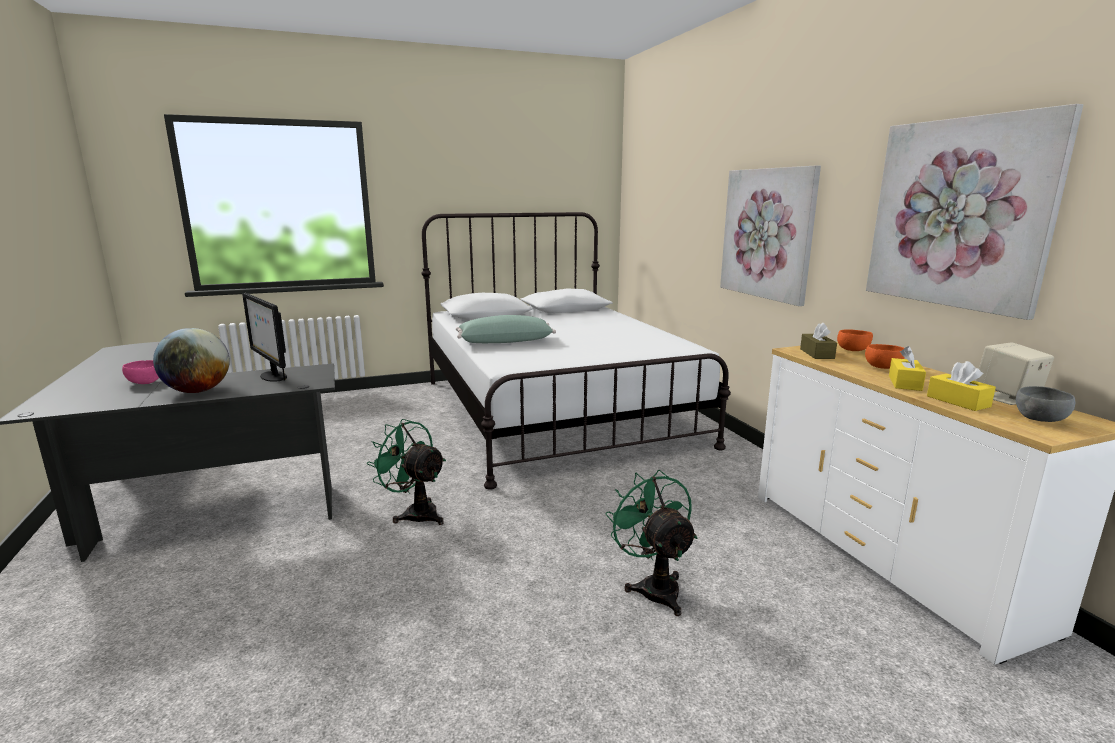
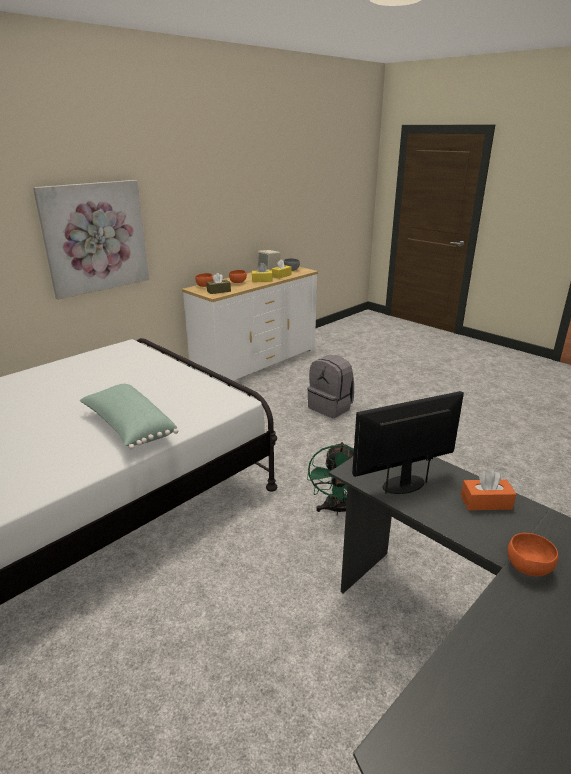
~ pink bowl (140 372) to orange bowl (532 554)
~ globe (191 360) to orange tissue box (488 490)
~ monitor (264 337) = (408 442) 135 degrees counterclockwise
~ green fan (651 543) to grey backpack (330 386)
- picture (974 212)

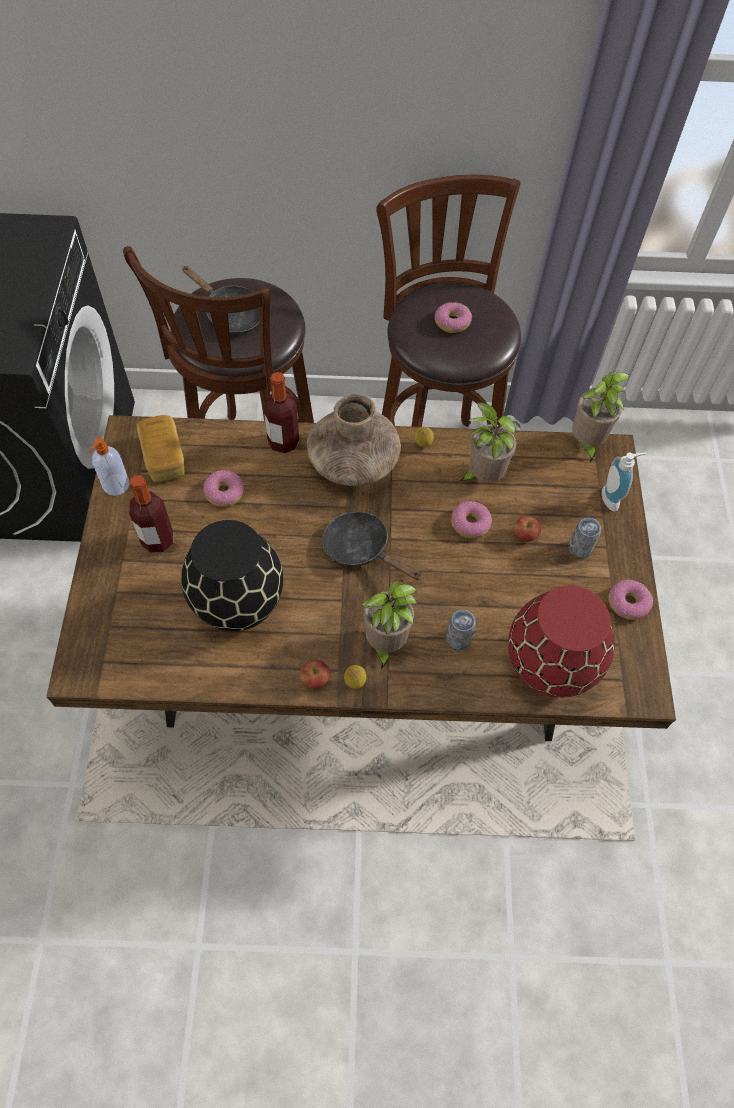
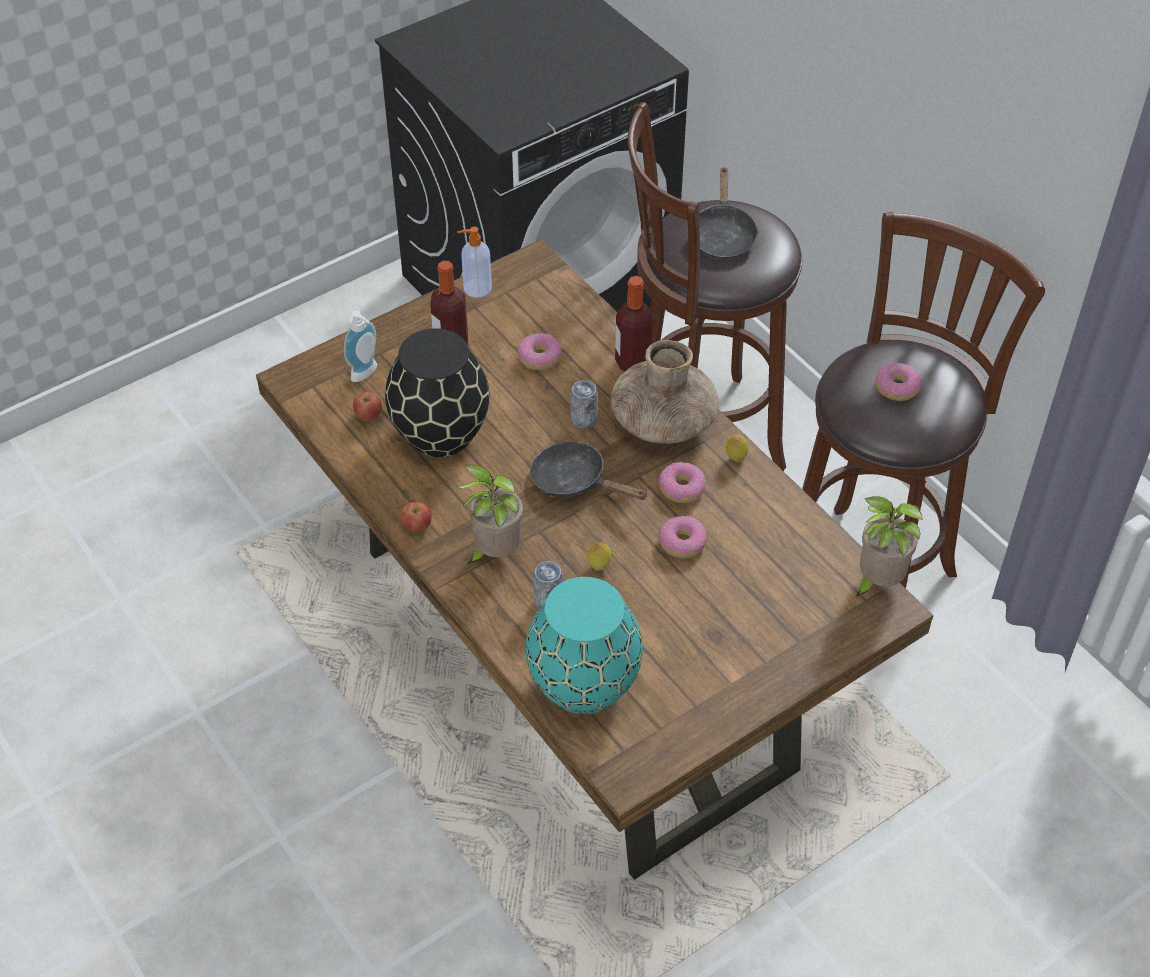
- bread (161 448)
~ black frying pan (371 545) = (589 470) 60 degrees counterclockwise
~ lemon (355 677) to (599 556)
- potted plant (490 442)
~ red vase (561 642) to turquoise vase (584 645)
~ apple (527 529) to (367 406)
~ can (584 538) to (584 404)
~ soap dispenser (624 482) to (360 346)
~ donut (630 600) to (682 482)

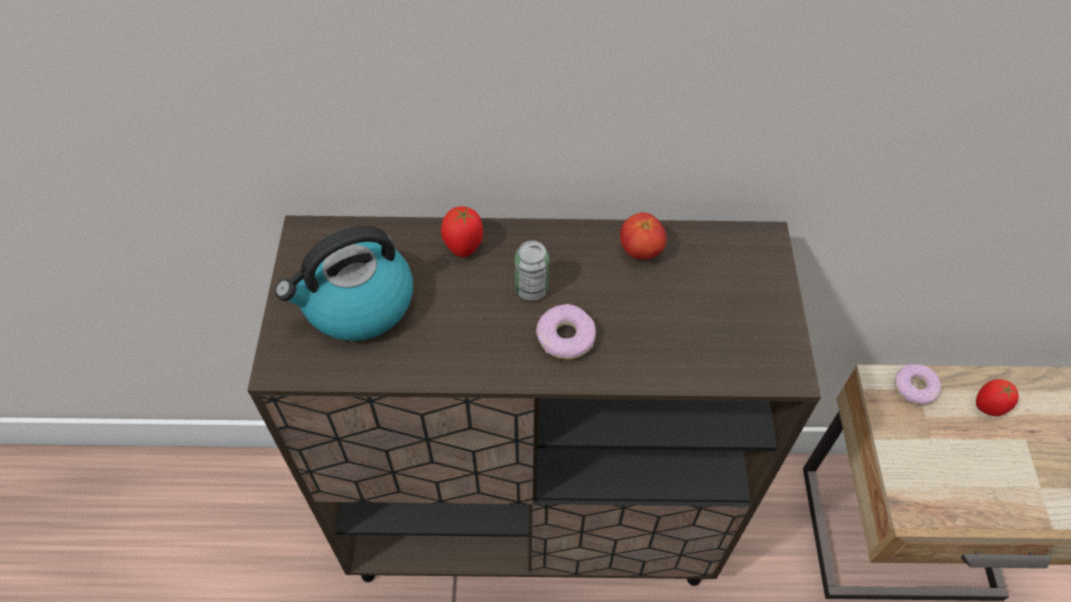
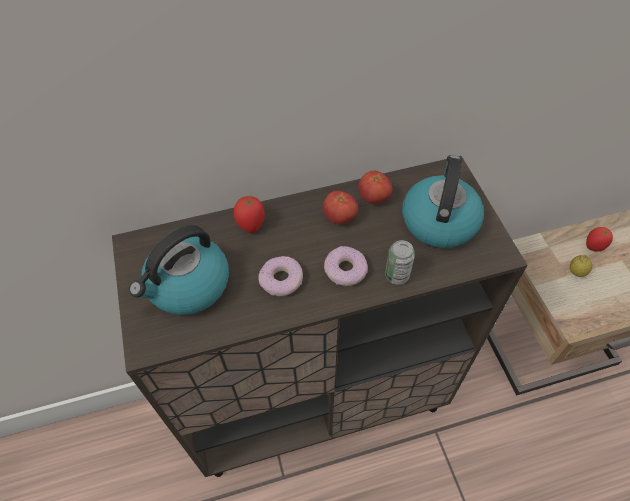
~ can (532 271) to (400 262)
~ donut (917 384) to (280 276)
+ tomato (340 207)
+ kettle (443 201)
+ lemon (581 266)

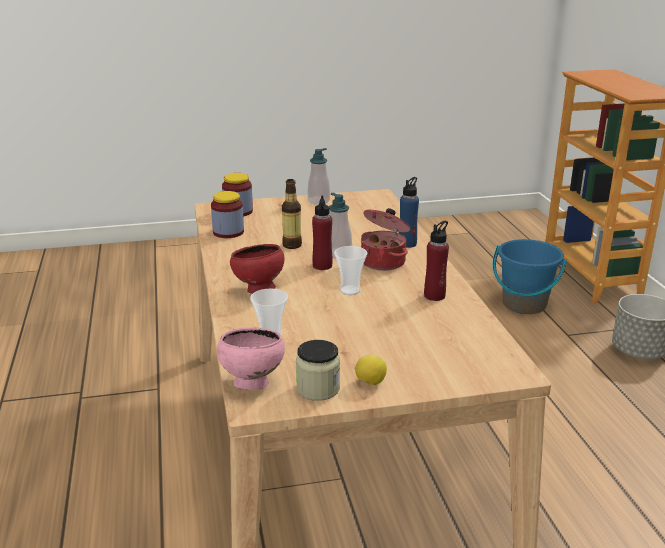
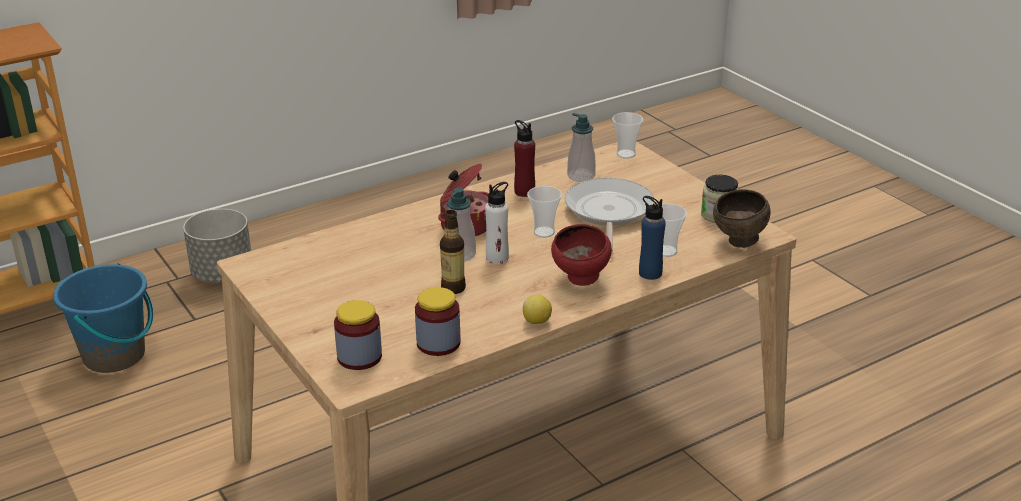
~ pink bowl (251 358) to brown bowl (741 218)
~ soap dispenser (319 176) to (581 147)
~ red bottle (322 233) to white bottle (497 223)
~ lemon (371 370) to (537 309)
~ blue bottle (409 212) to (652 238)
+ frying pan (609 214)
+ cup (627 135)

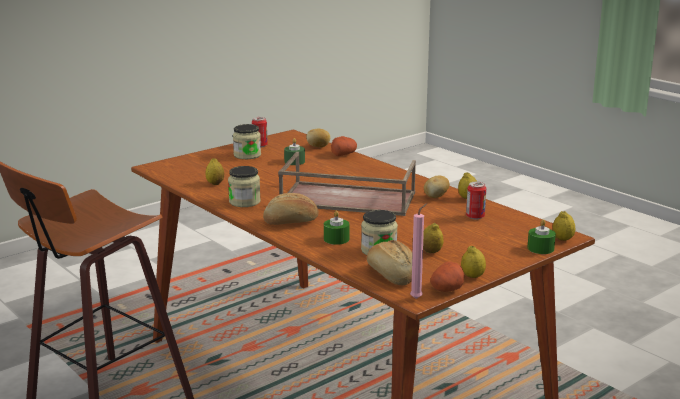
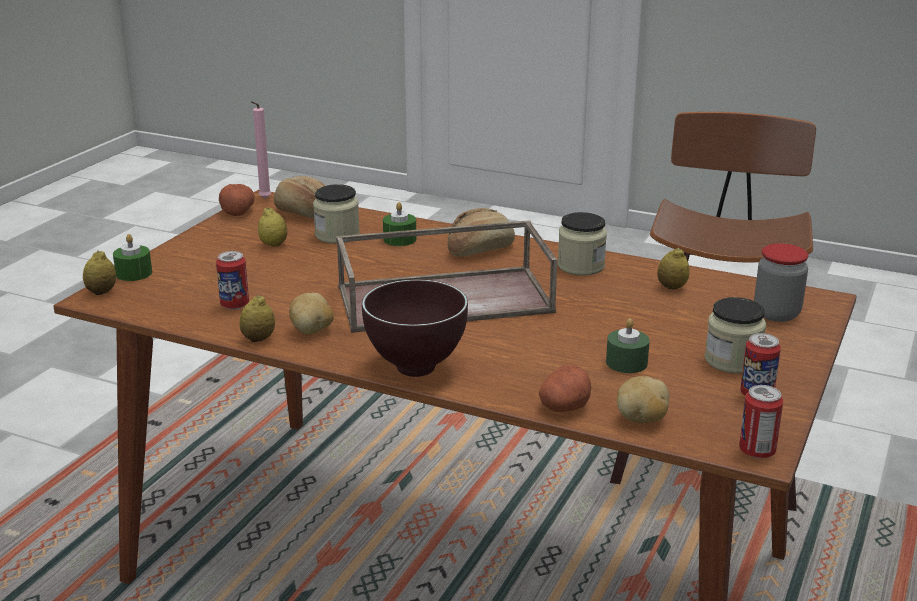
- lemon (473 262)
+ brown bowl (415 328)
+ can (761 421)
+ jar (781 282)

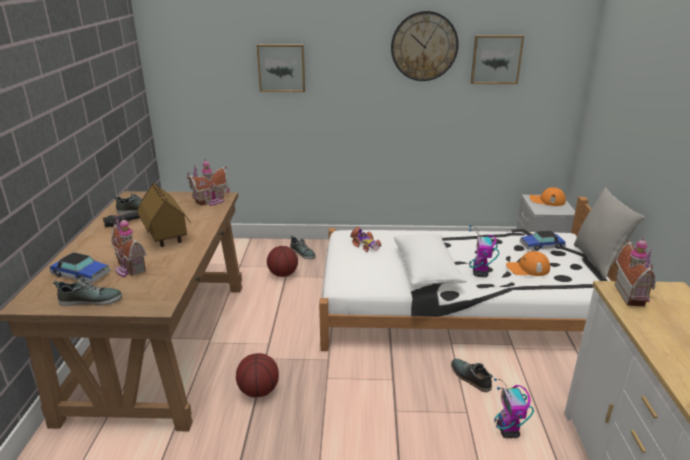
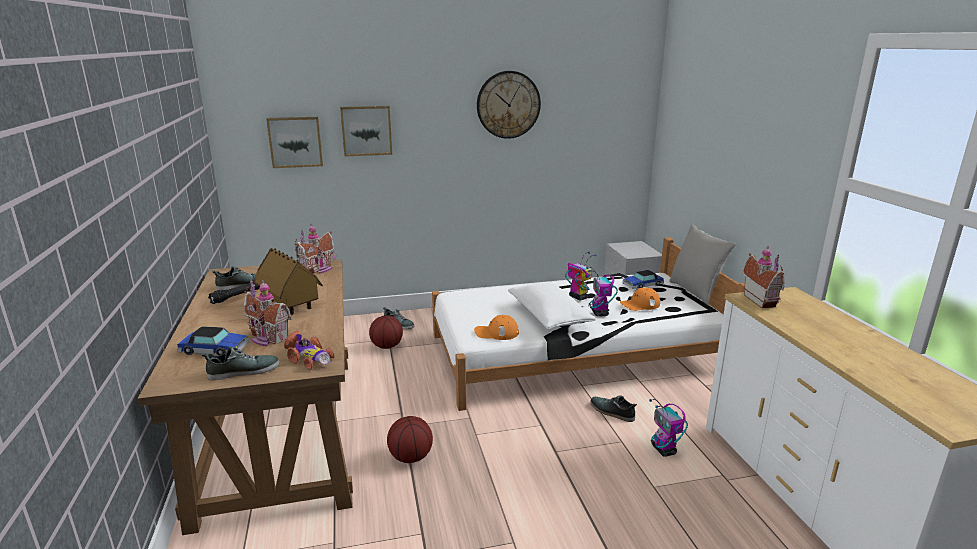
~ toy car (365 239) to (309 350)
~ picture (497 59) to (294 142)
~ orange cap (547 196) to (496 327)
+ toy robot (580 276)

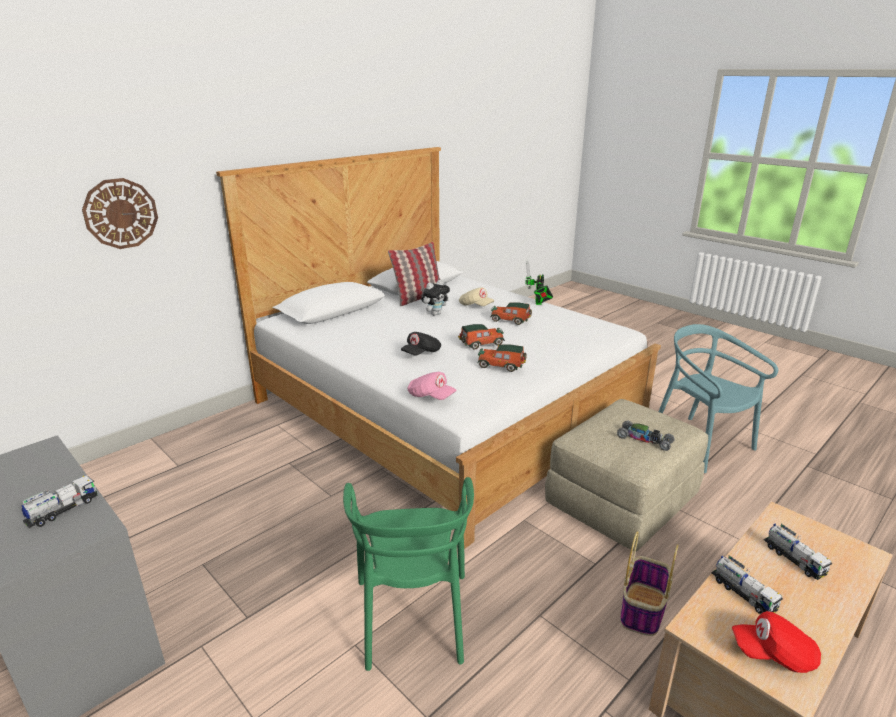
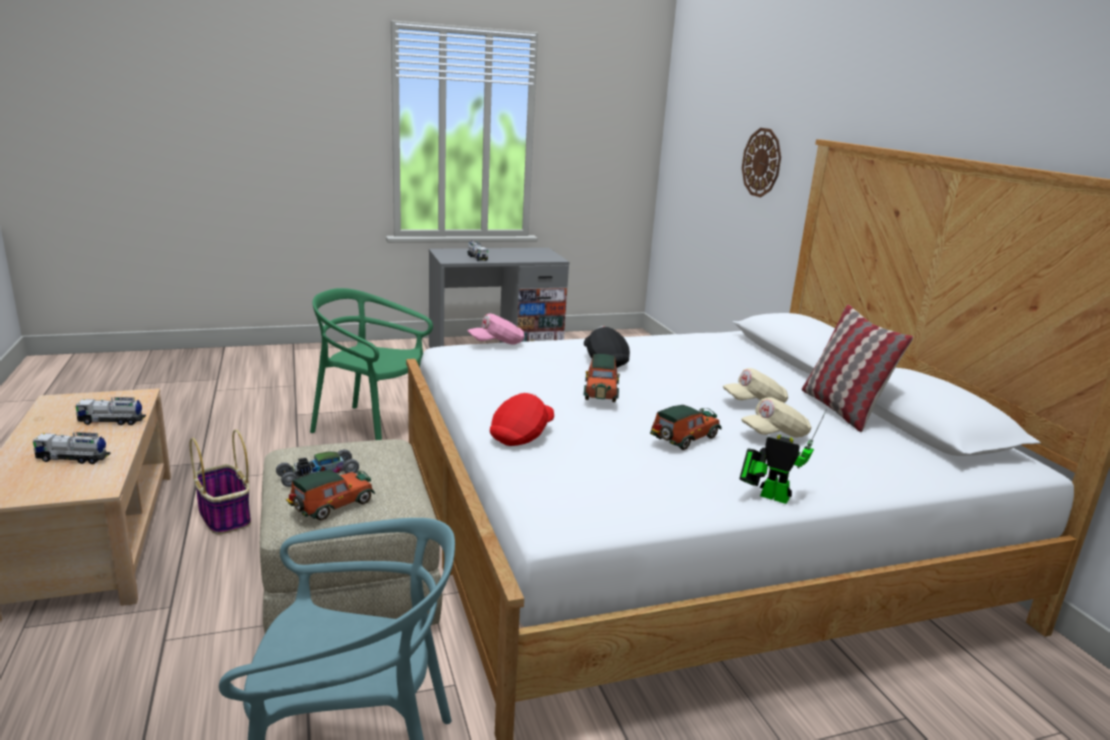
~ plush toy (435 298) to beige cap (755 385)
~ toy car (502 358) to (330 494)
~ red cap (776 642) to (522 419)

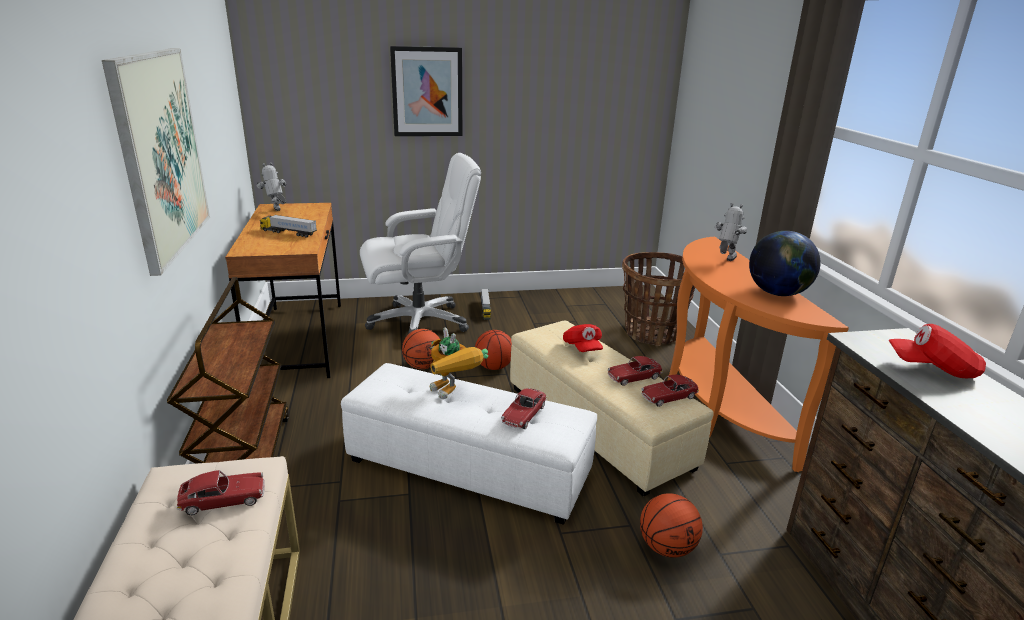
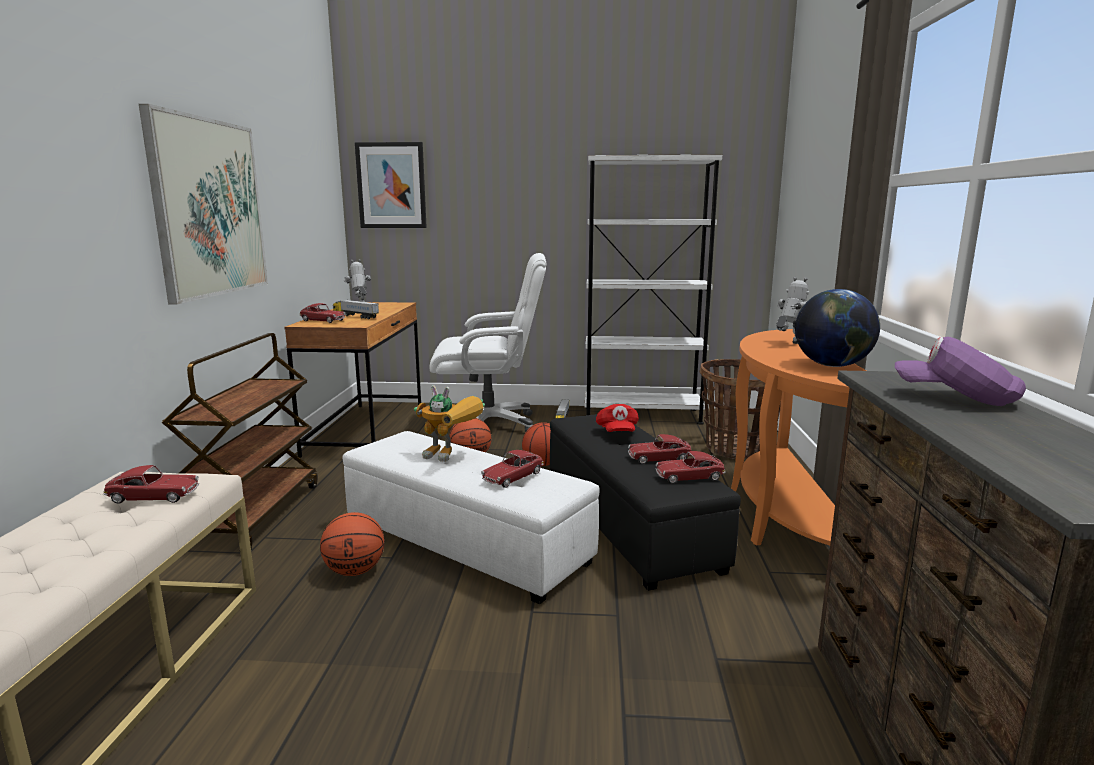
~ picture (426 91) to (391 185)
~ toy robot (459 363) = (449 423) 45 degrees counterclockwise
~ beige ottoman (612 408) to black ottoman (645 502)
~ basketball (671 525) to (352 544)
~ red cap (937 351) to purple cap (960 371)
+ toy car (323 313)
+ white bookcase (653 289)

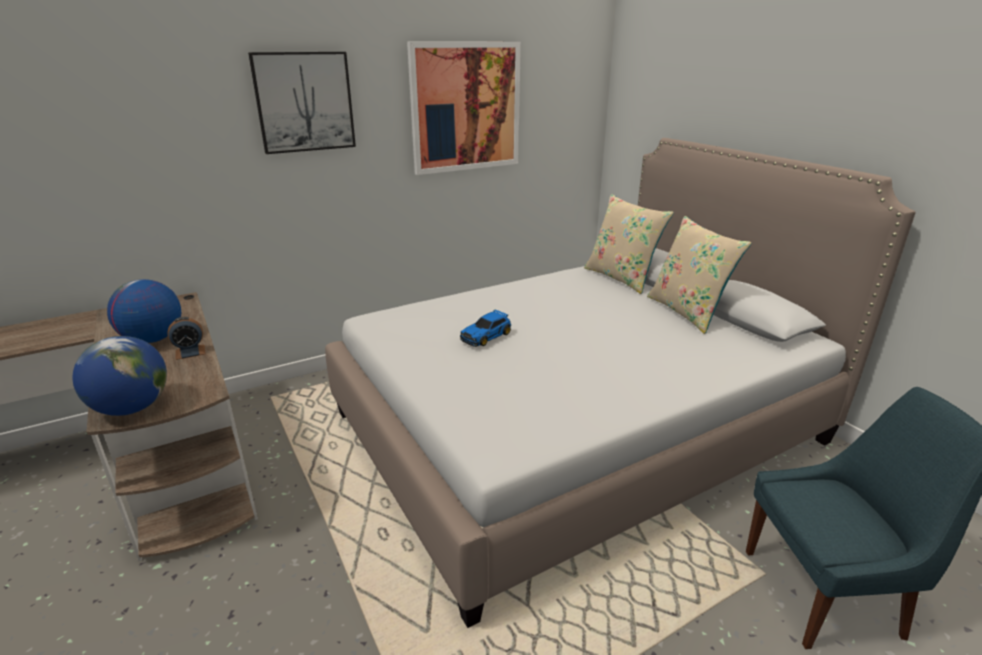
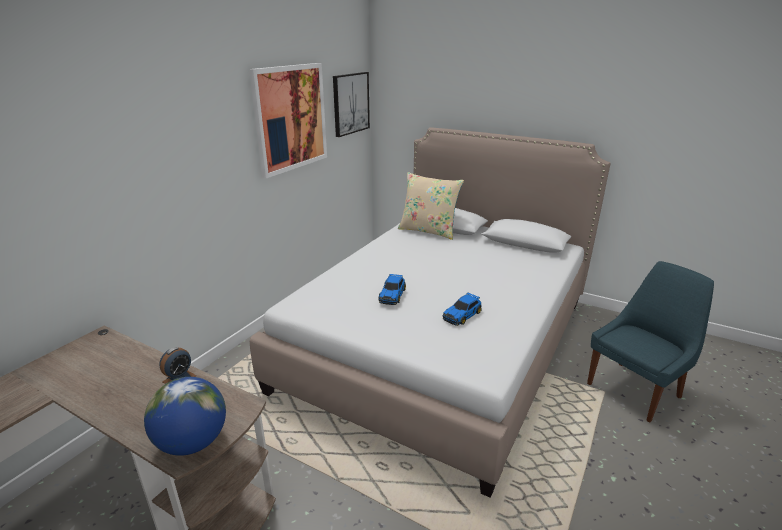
- globe (144 311)
~ picture (302 103) to (351 104)
- beige pillow (699 275)
+ toy car (462 309)

